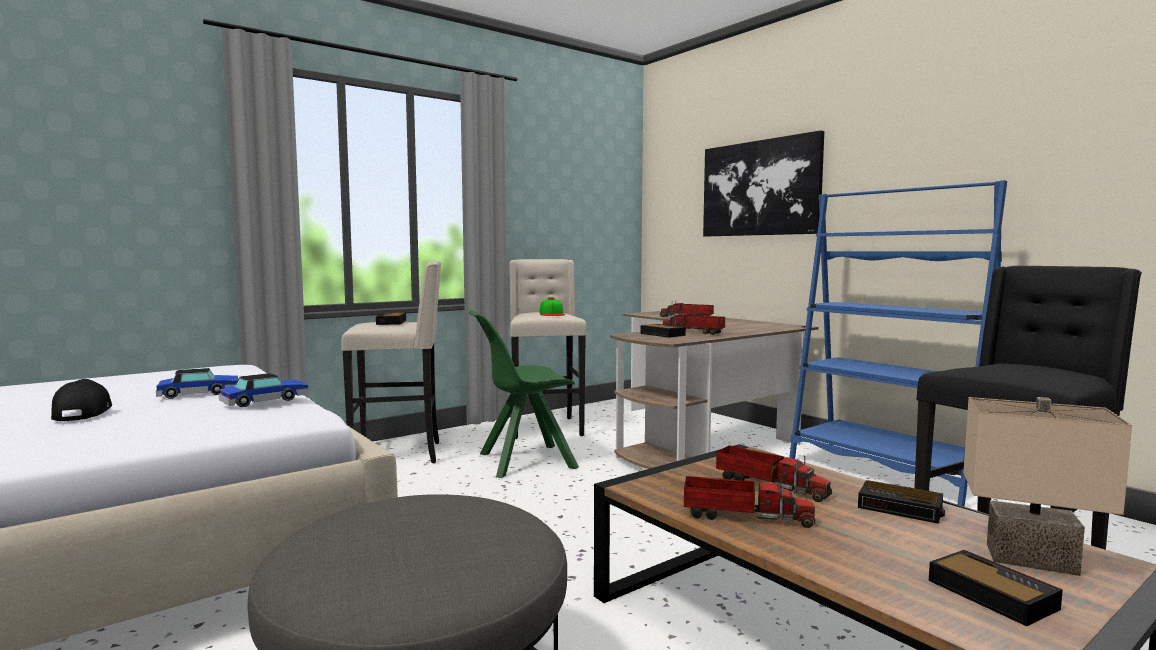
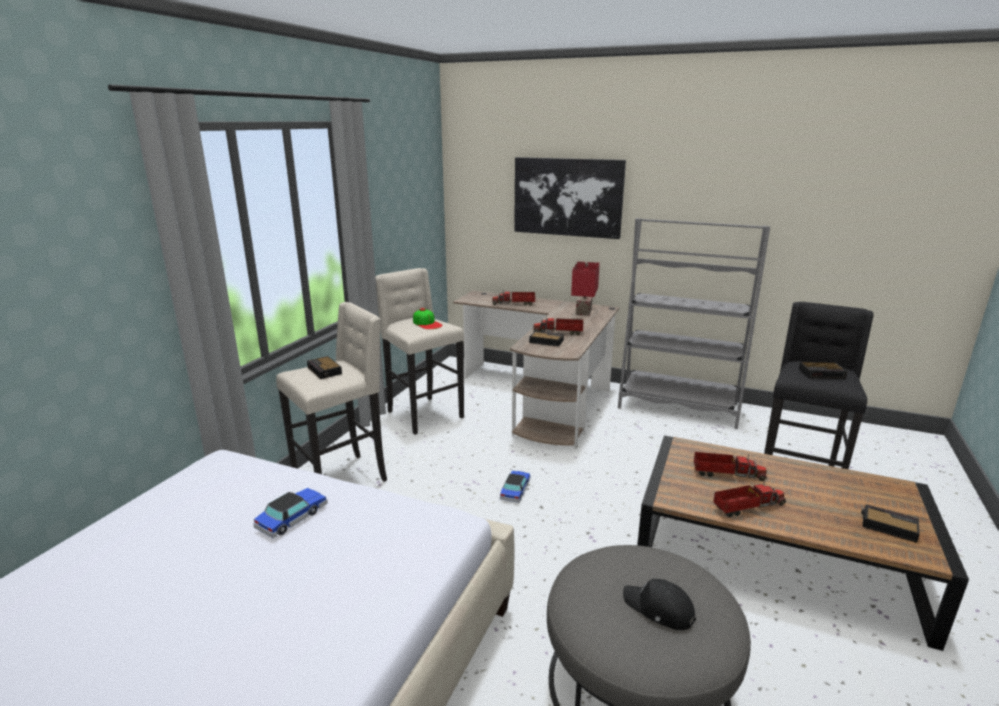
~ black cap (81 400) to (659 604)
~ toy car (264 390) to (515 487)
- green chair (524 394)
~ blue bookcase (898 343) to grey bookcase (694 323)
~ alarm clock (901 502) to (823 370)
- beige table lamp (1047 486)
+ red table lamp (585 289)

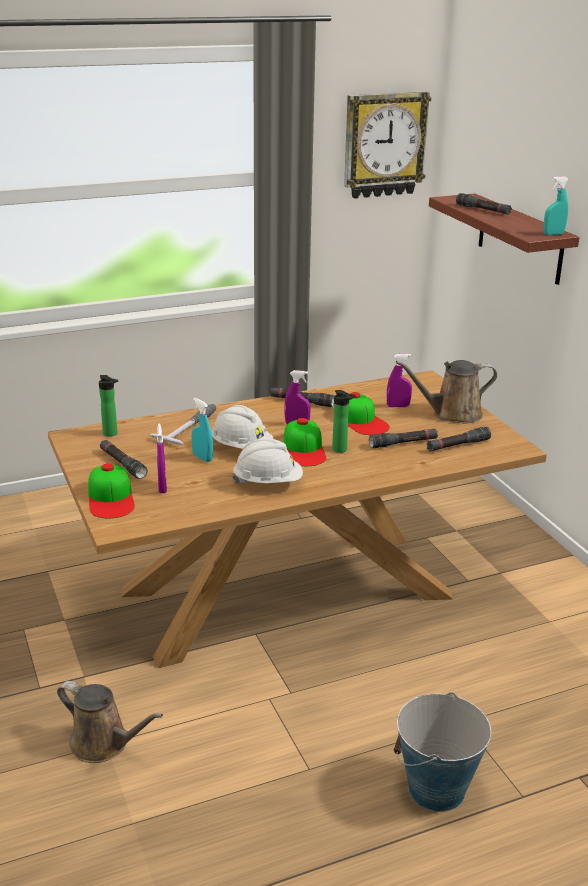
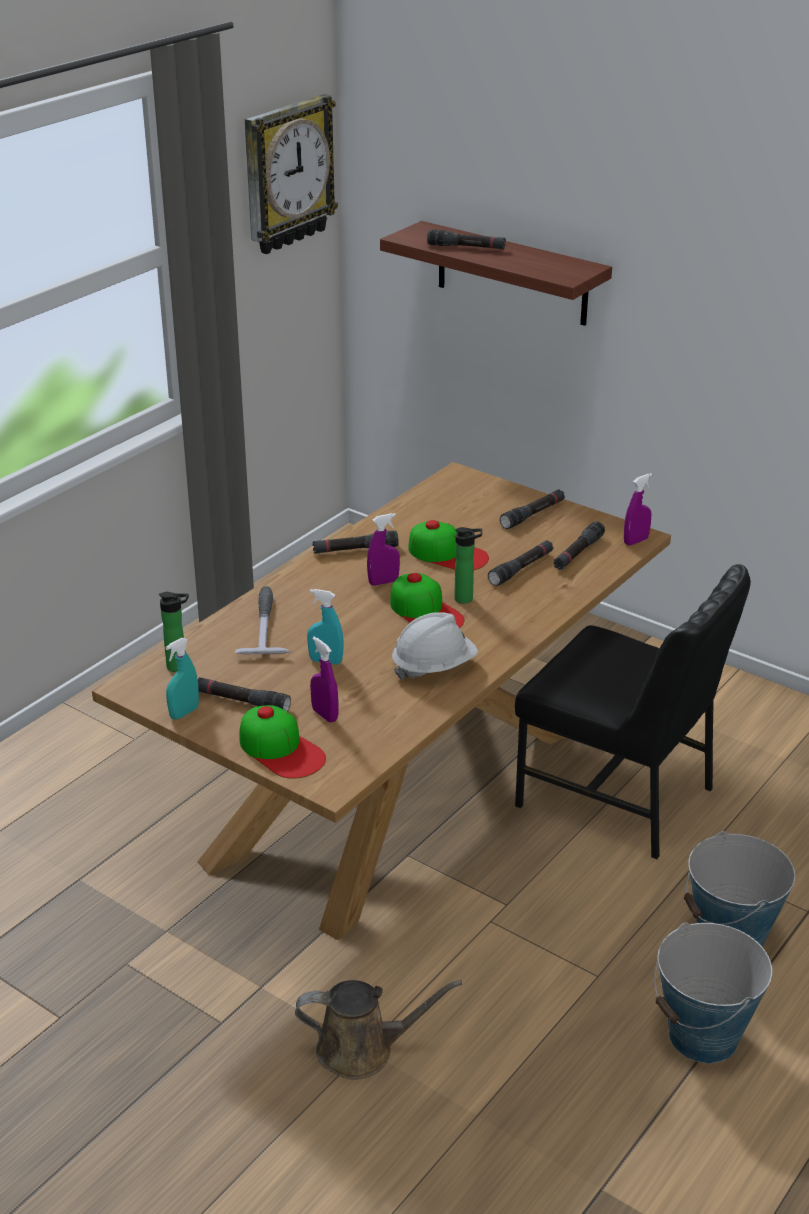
- white hard hat (242 427)
~ purple spray bottle (399 380) to (638 509)
~ brown watering can (446 392) to black flashlight (532 509)
~ turquoise spray bottle (556 205) to (182 678)
+ black chair (633 711)
+ bucket (713 992)

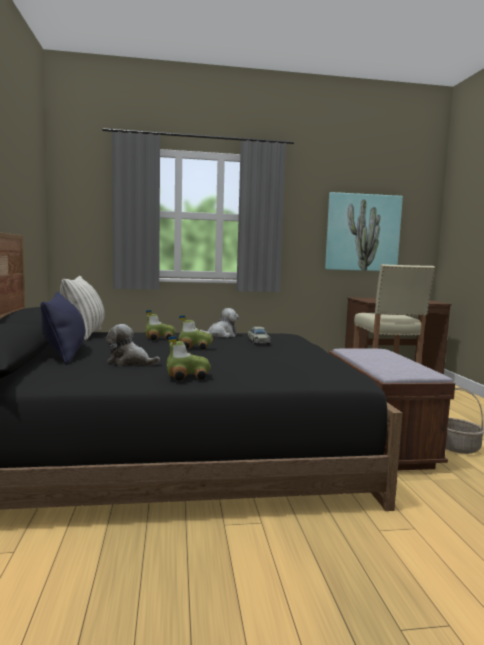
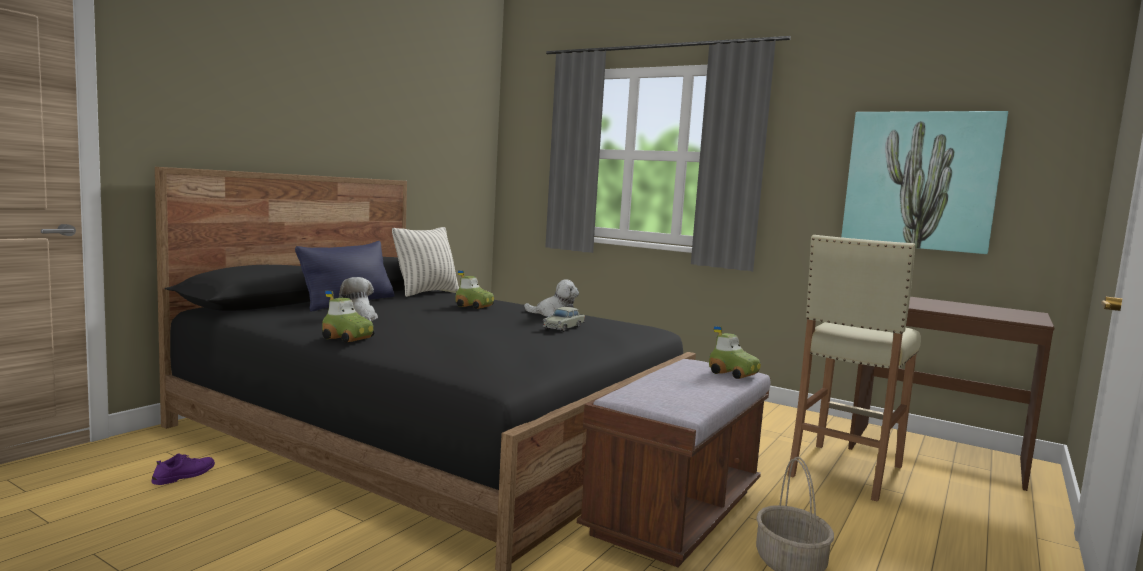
~ toy car (195 332) to (735 352)
+ purple shoe (183 469)

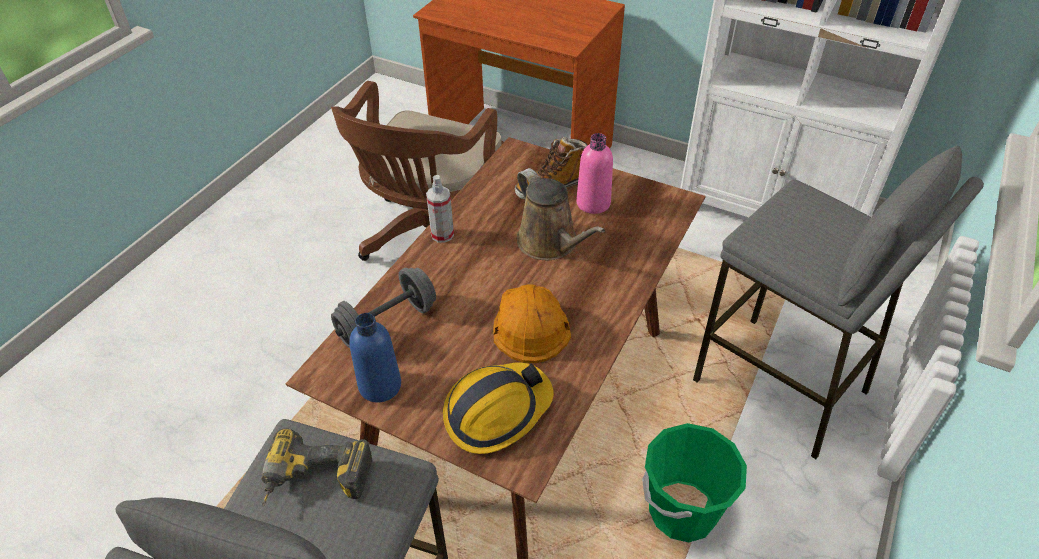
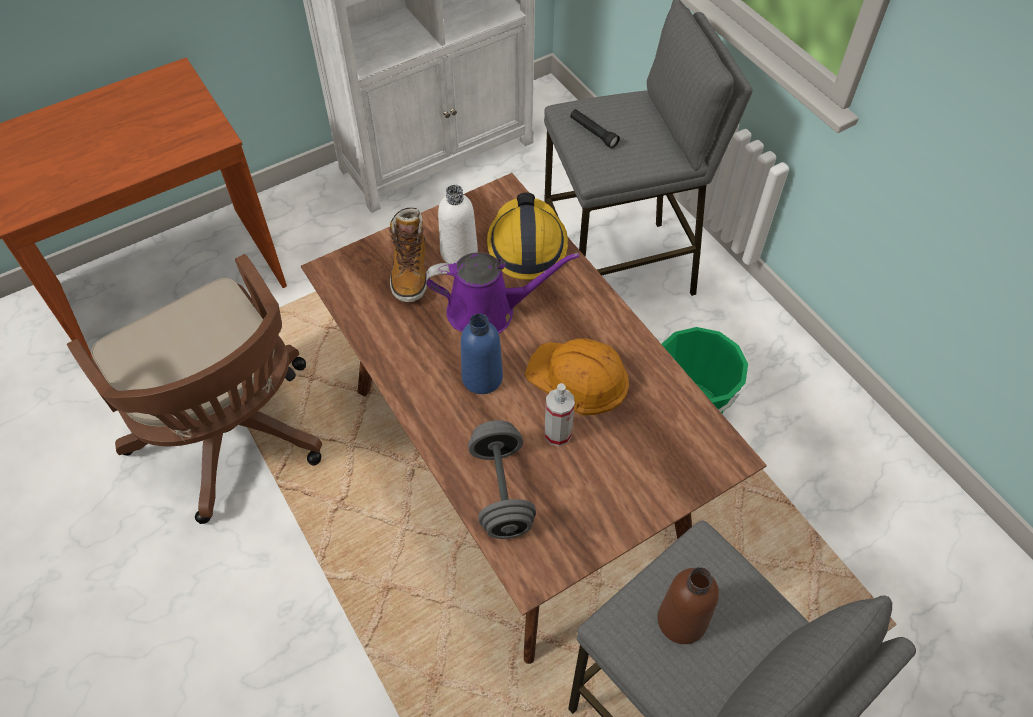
~ power drill (316 467) to brown bottle (688 605)
~ blue bottle (375 358) to (482 353)
~ spray bottle (440 209) to (559 414)
~ hard hat (498 408) to (527 236)
~ brown watering can (561 214) to purple watering can (503 292)
~ pink bottle (594 173) to white bottle (458 224)
+ black flashlight (595 129)

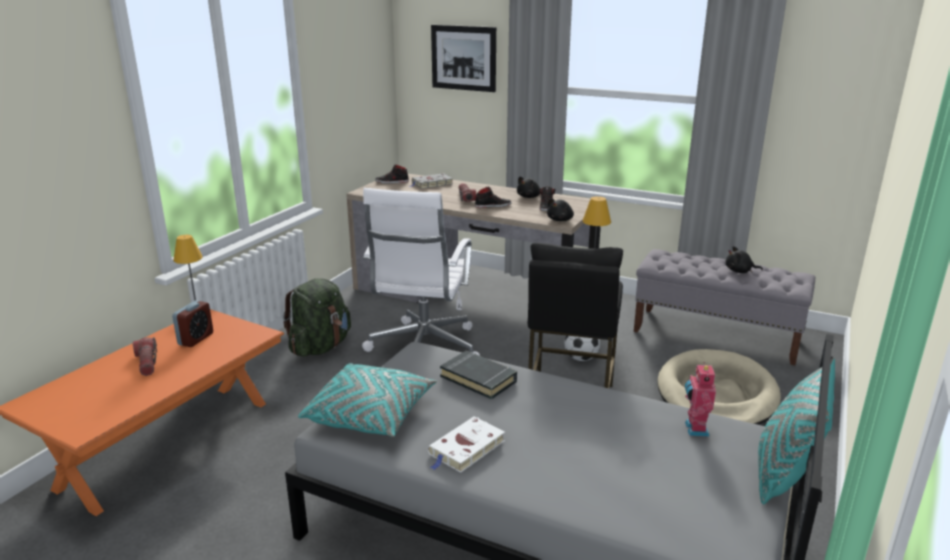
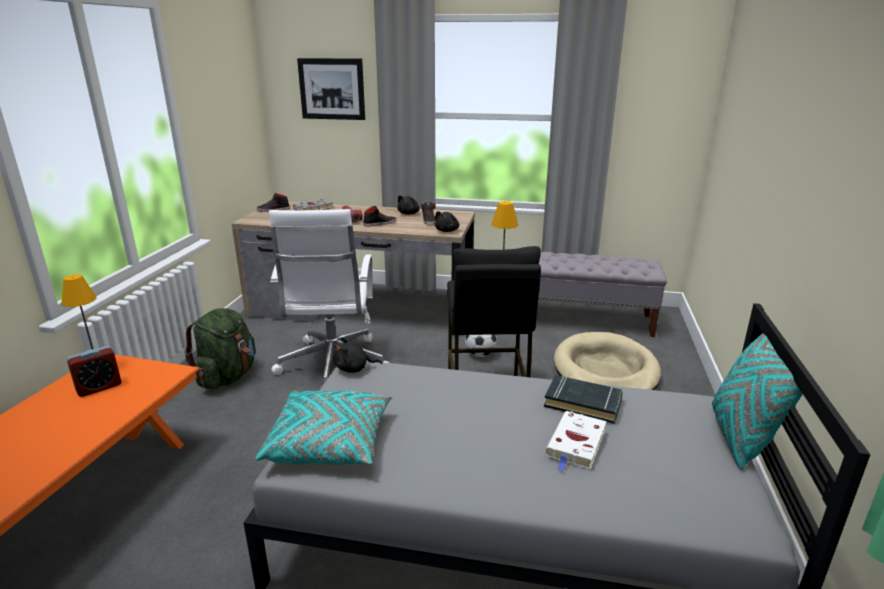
- flashlight (145 356)
~ alarm clock (192 324) = (94 371) 45 degrees clockwise
~ white book (466 445) to (576 441)
~ black book (478 375) to (583 399)
- toy robot (700 399)
~ black plush toy (744 259) to (357 355)

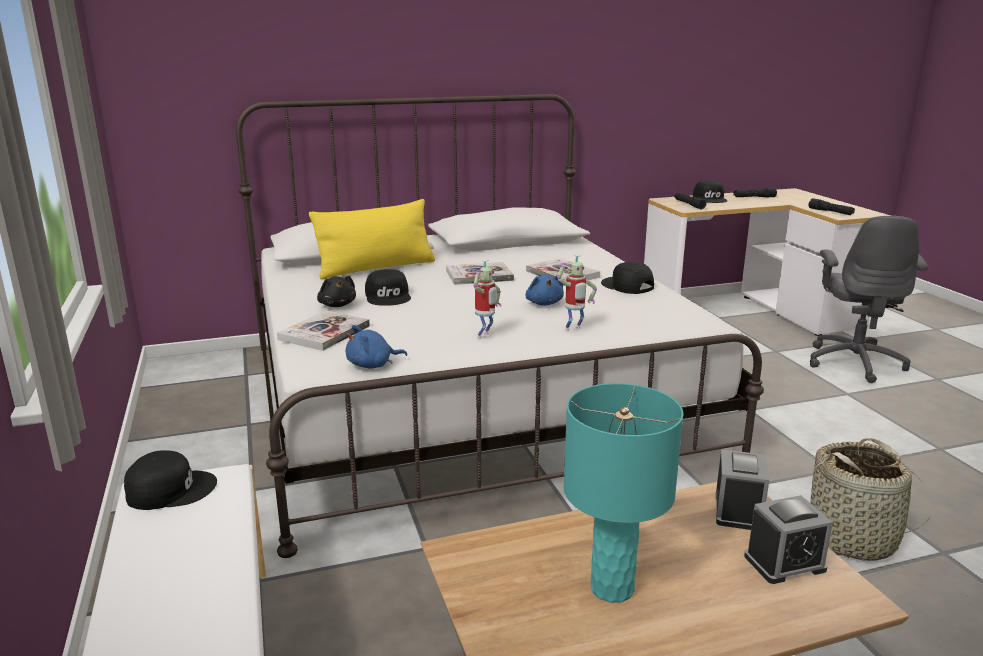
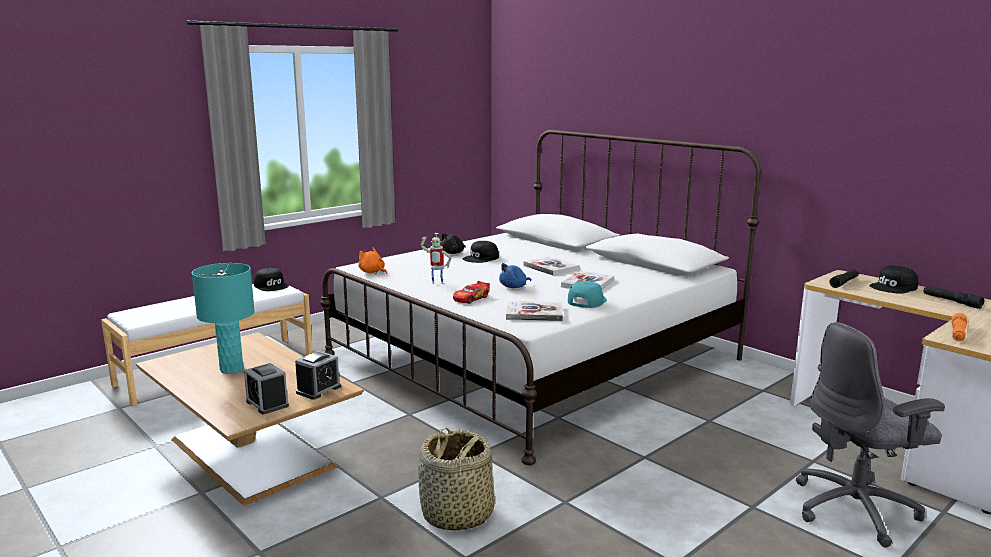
~ book (323 330) to (534 311)
- yellow pillow (372 239)
~ blue plush toy (376 346) to orange plush toy (372 261)
~ toy robot (577 292) to toy car (471 292)
~ black cap (627 278) to turquoise cap (587 294)
~ alarm clock (742 489) = (318 375) 45 degrees counterclockwise
~ black flashlight (832 206) to orange flashlight (959 327)

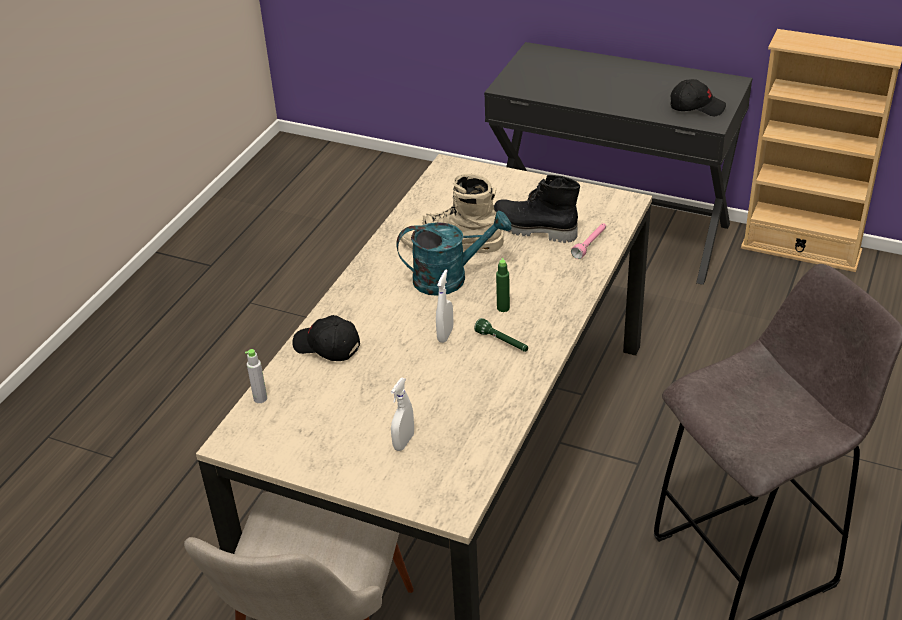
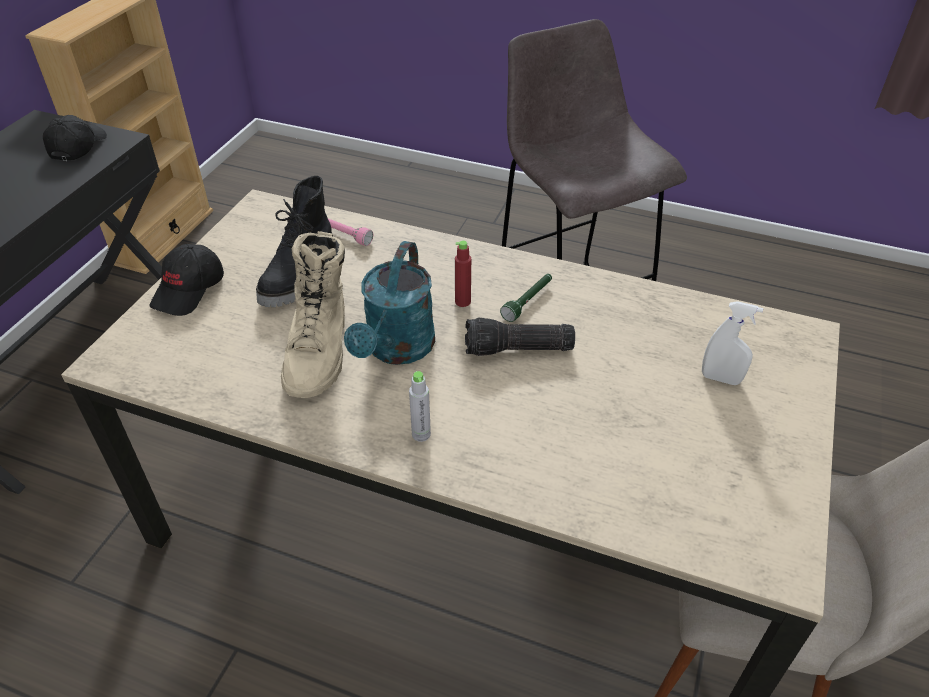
~ grey bottle (256 376) to (420 406)
~ black cap (326 338) to (186 280)
~ turquoise watering can (453 253) = (389 303) 150 degrees counterclockwise
~ white spray bottle (444 306) to flashlight (520 336)
~ green bottle (503 285) to red bottle (463 274)

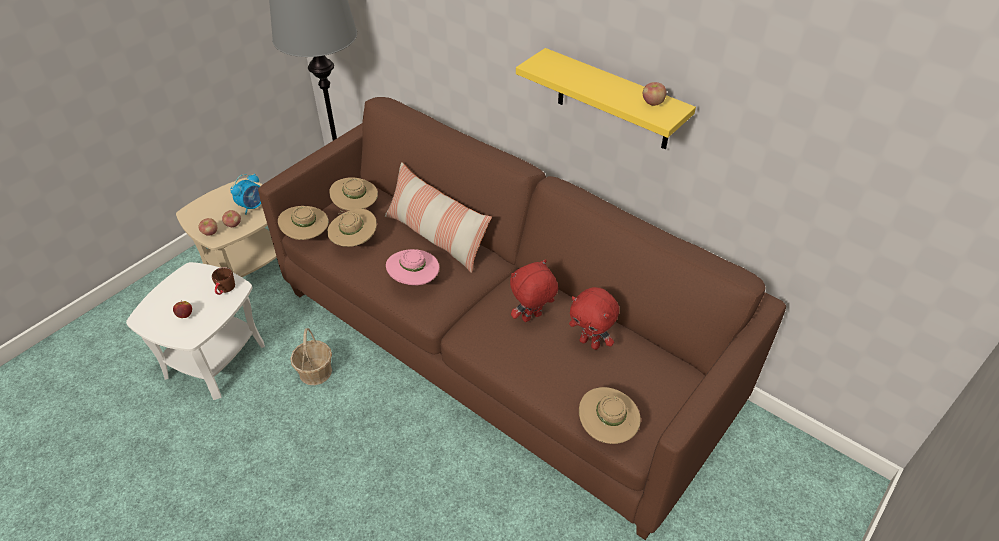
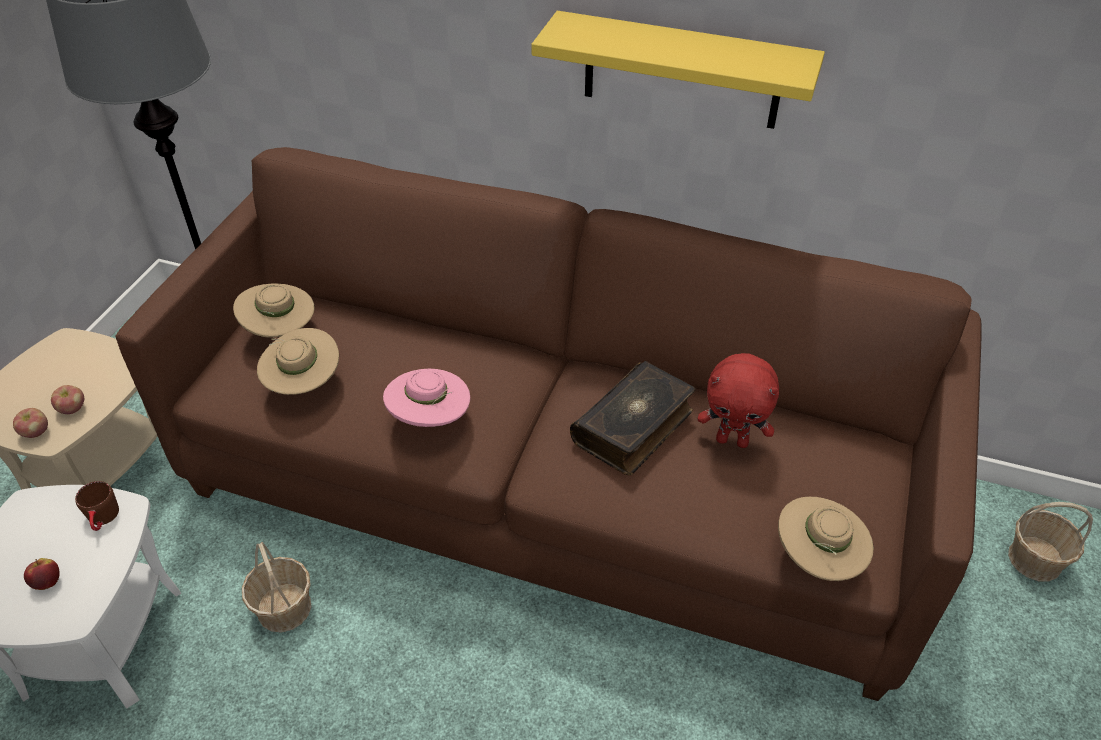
- alarm clock (245 194)
- beige hat (303 223)
- pillow (438 217)
~ red plush toy (534 290) to book (633 418)
- apple (654 94)
+ basket (1050 541)

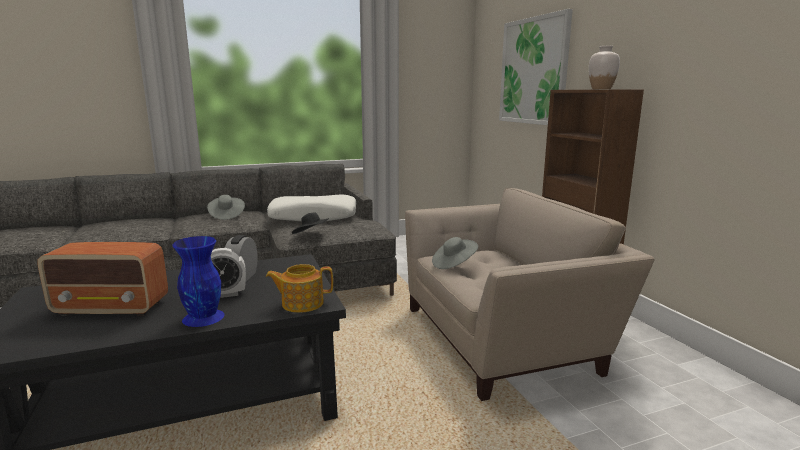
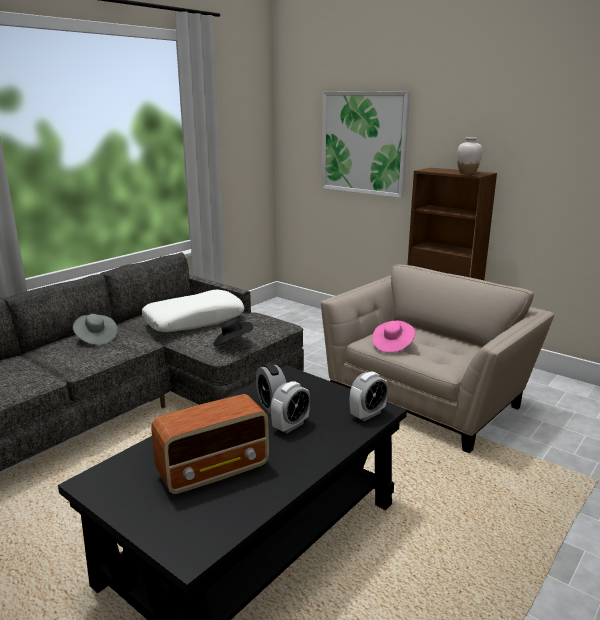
- blue vase (198 281)
~ teapot (299 288) to alarm clock (369 396)
~ grey hat (455 253) to pink hat (393 337)

